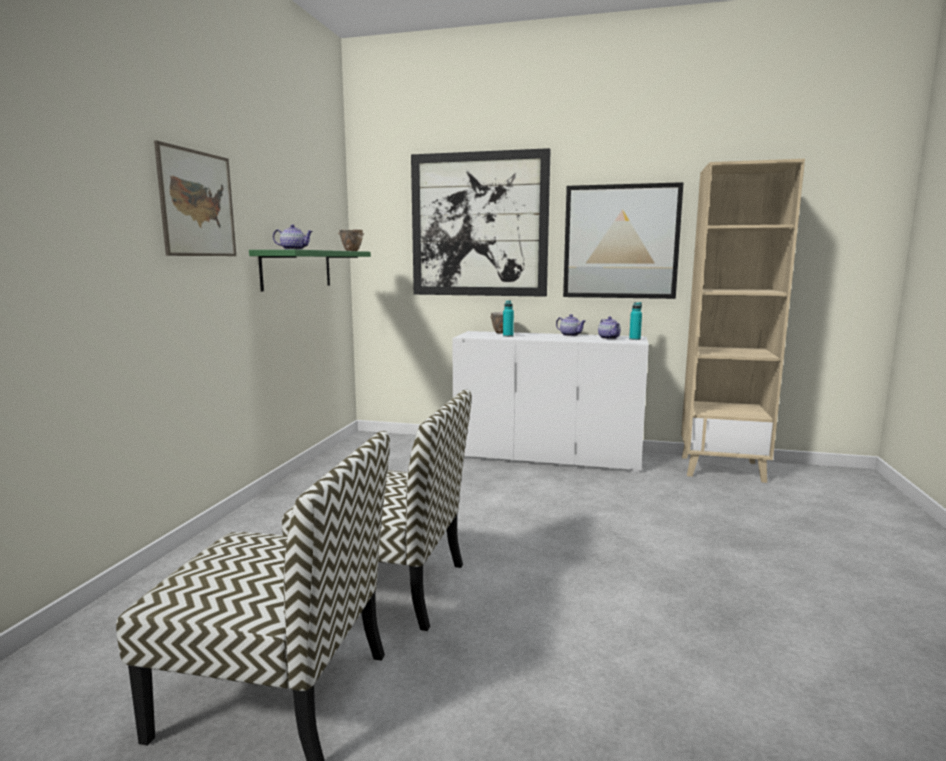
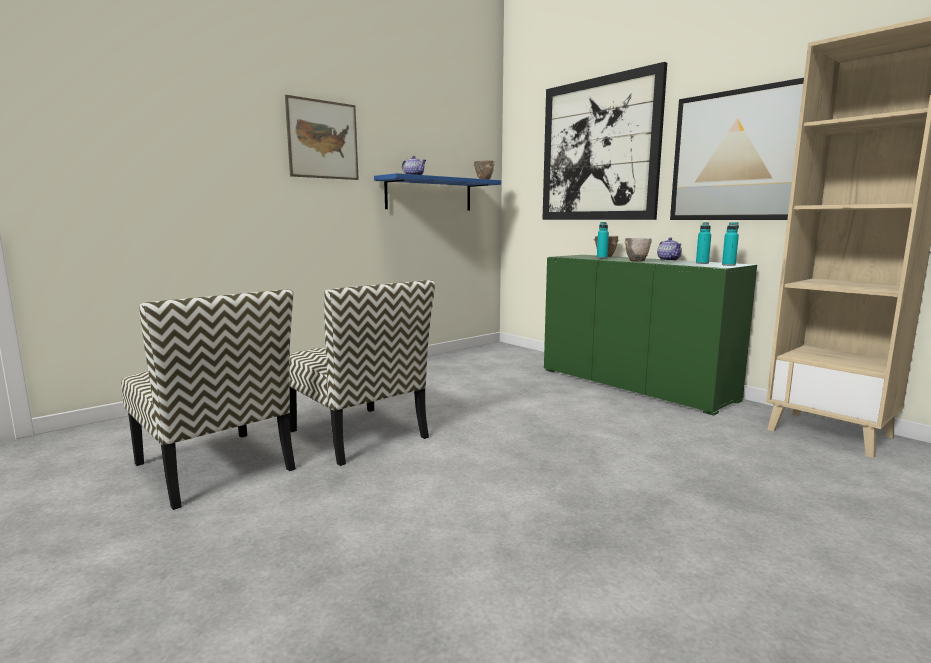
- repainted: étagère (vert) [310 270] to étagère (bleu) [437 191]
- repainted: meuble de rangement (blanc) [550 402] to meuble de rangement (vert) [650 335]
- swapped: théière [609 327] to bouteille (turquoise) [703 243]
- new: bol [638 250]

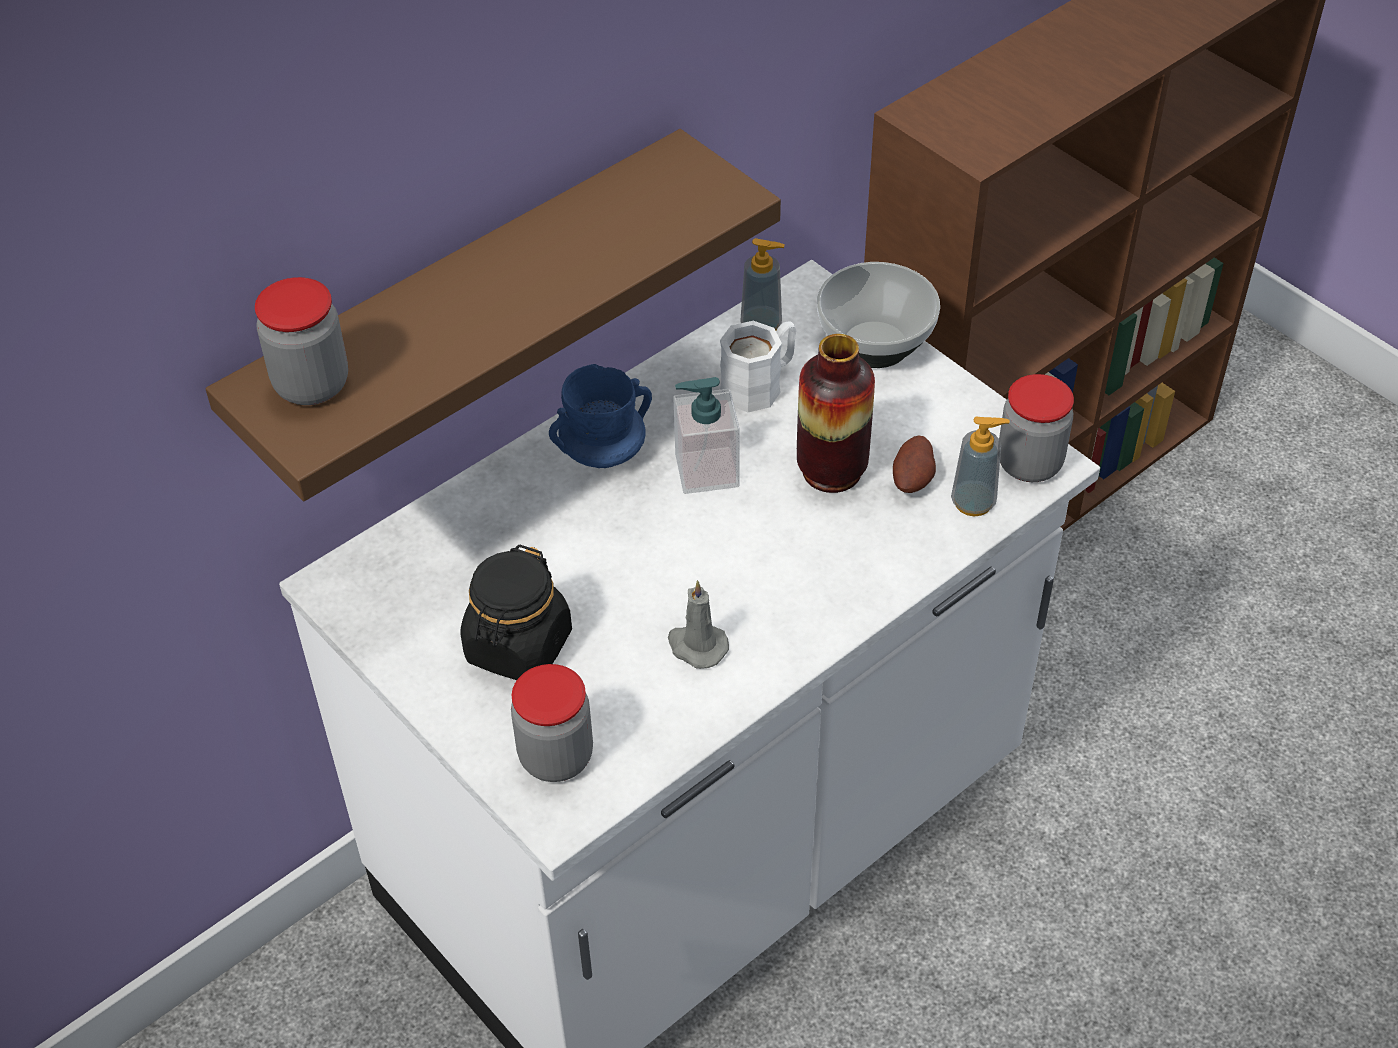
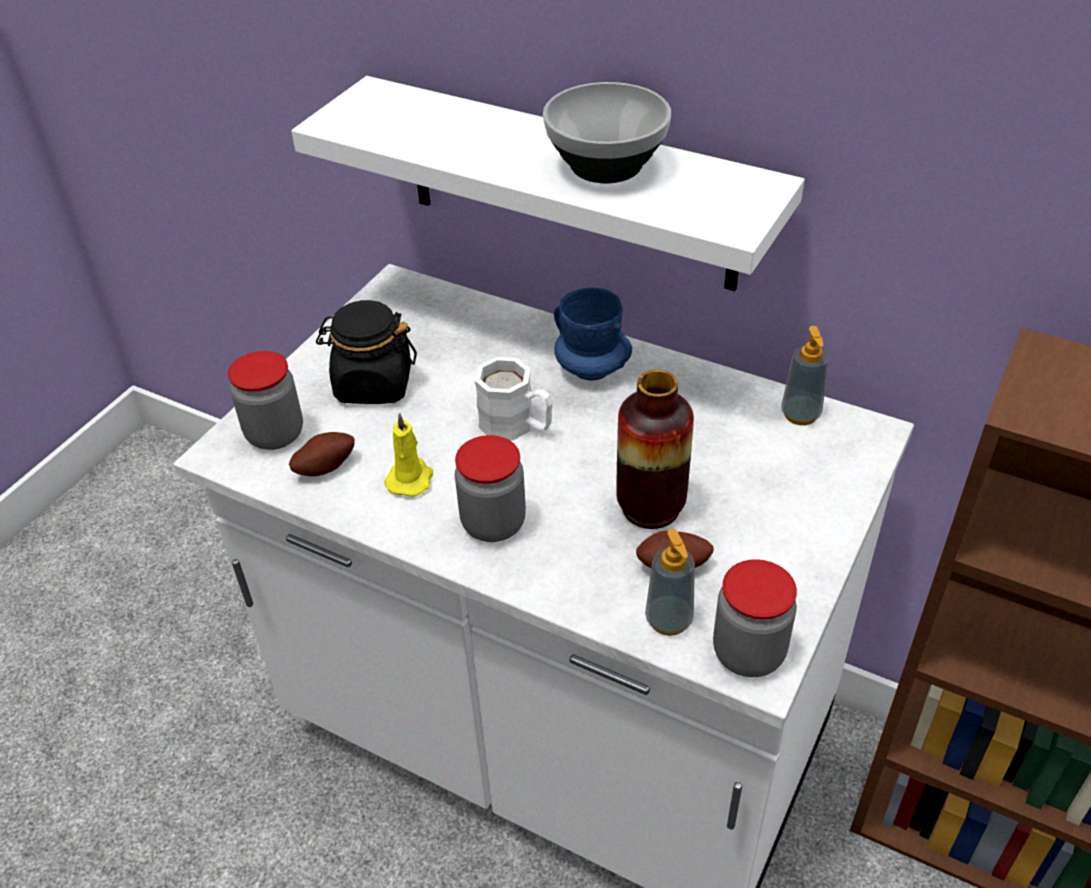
- repainted: étagère (marron) [493 315] to étagère (blanc) [547 183]
- shifted: bocal [301 341] to [490 488]
- repainted: bougie (gris) [698 624] to bougie (jaune) [408 454]
- gone: distributeur de savon [706 435]
- shifted: mug (blanc) [758 366] to [513 399]
- shifted: bol [878 315] to [607 132]
- new: pomme de terre [322 454]

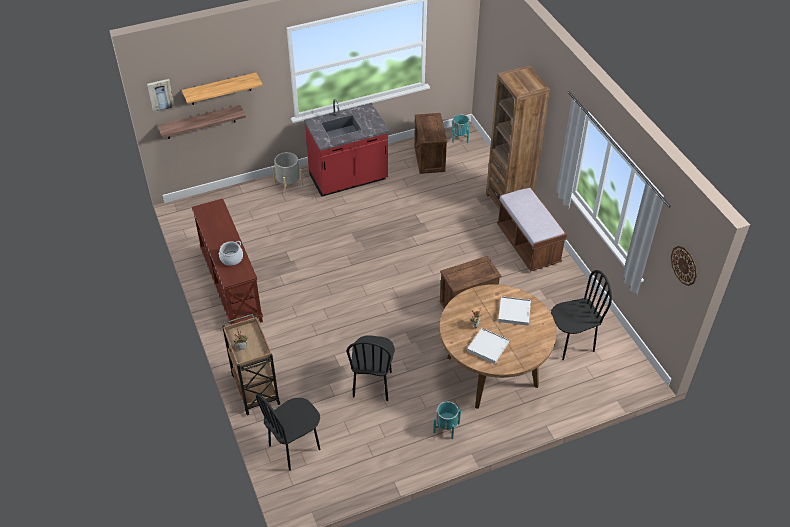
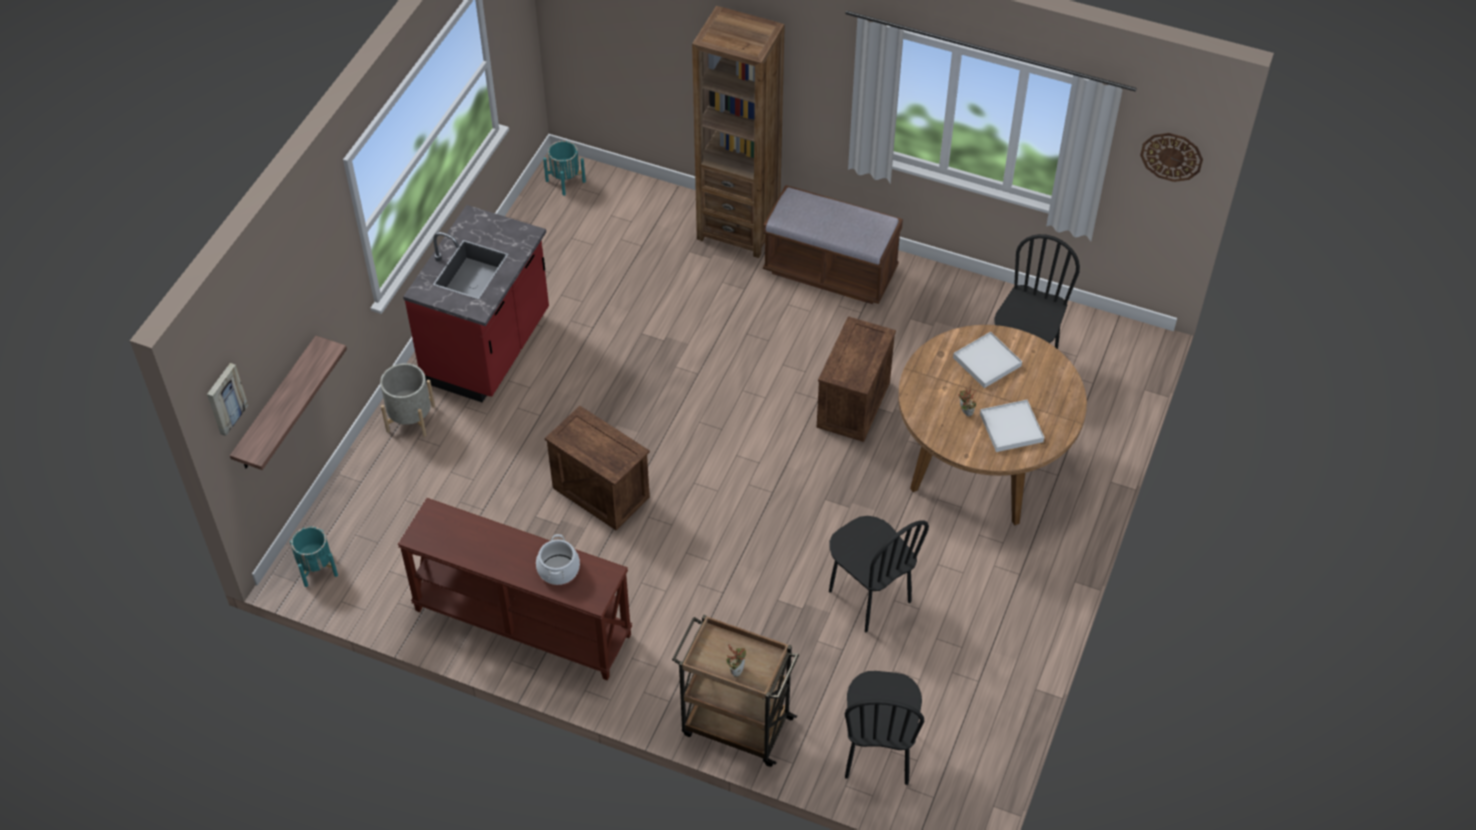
- gone: étagère [222 89]
- shifted: caisse [430 143] to [597 468]
- shifted: cache-pot (turquoise) [447 420] to [314 557]

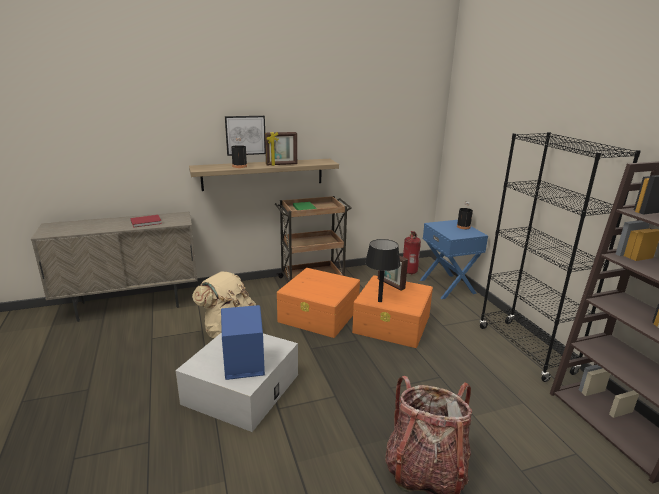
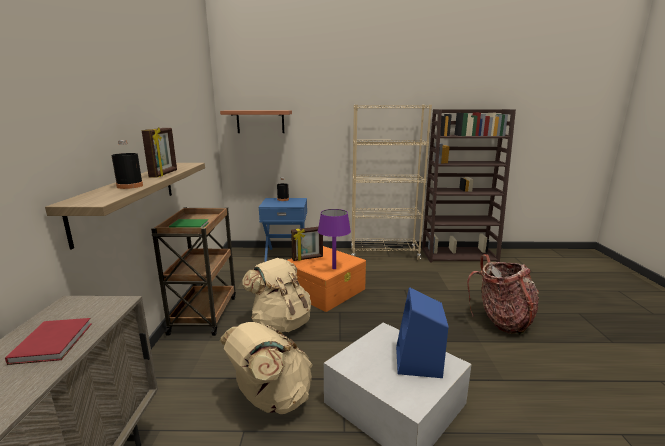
- gone: tableau [245 136]
- swapped: boîte de rangement (orange) [318 303] to sac à dos (beige) [276 295]
- repainted: lampe de table (noir) [382 270] to lampe de table (violet) [334 239]
- gone: extincteur [412 252]
- repainted: bibliothèque (noir) [560 257] to bibliothèque (beige) [391 182]
- new: étagère [256 121]

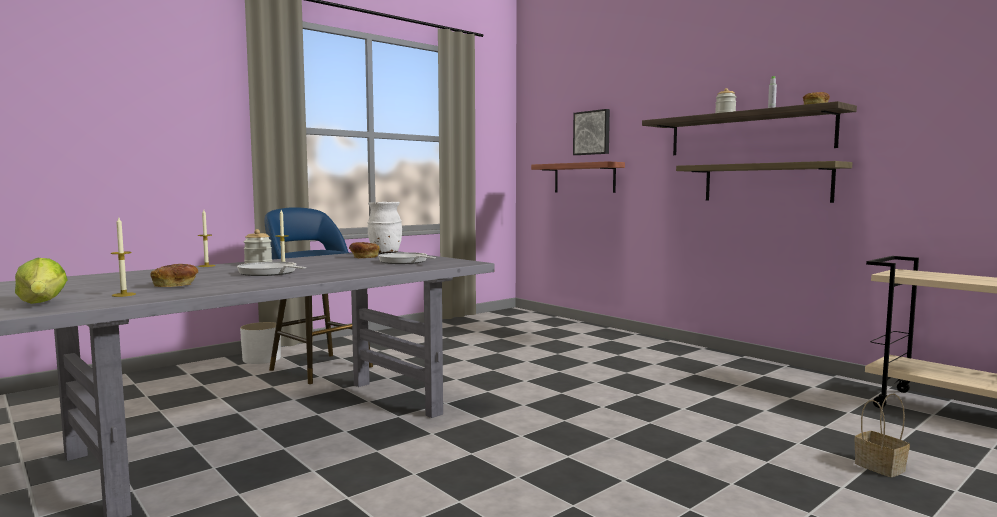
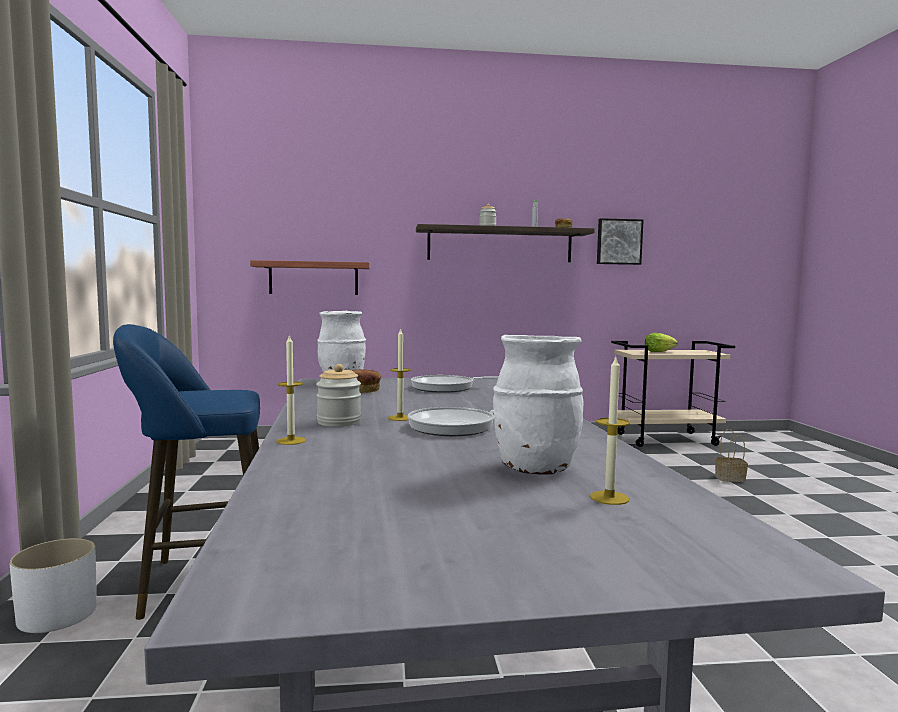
- shifted: laitue [41 281] to [661 342]
- swapped: pain [174 275] to vase (blanc) [538 405]
- shifted: tableau [591 132] to [620 241]
- gone: étagère [764 182]

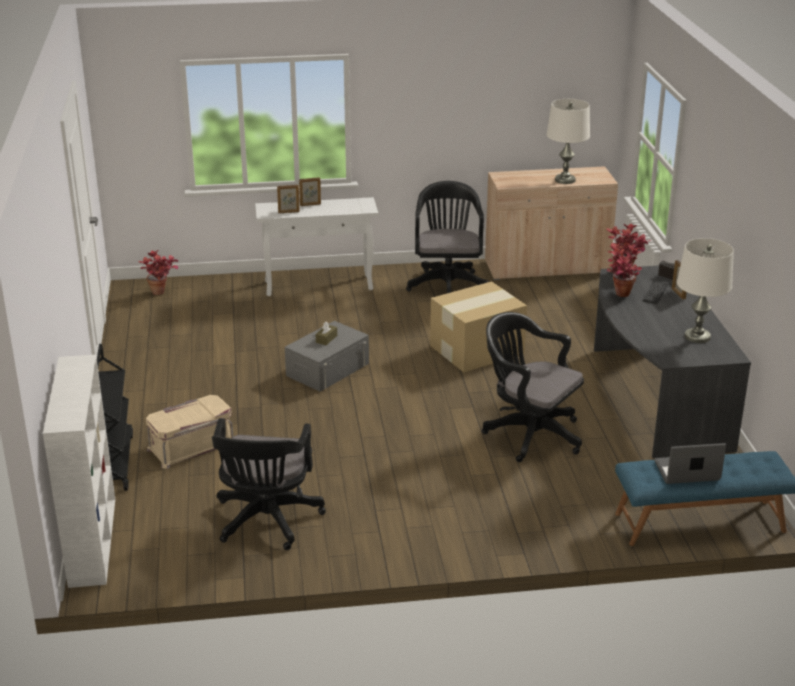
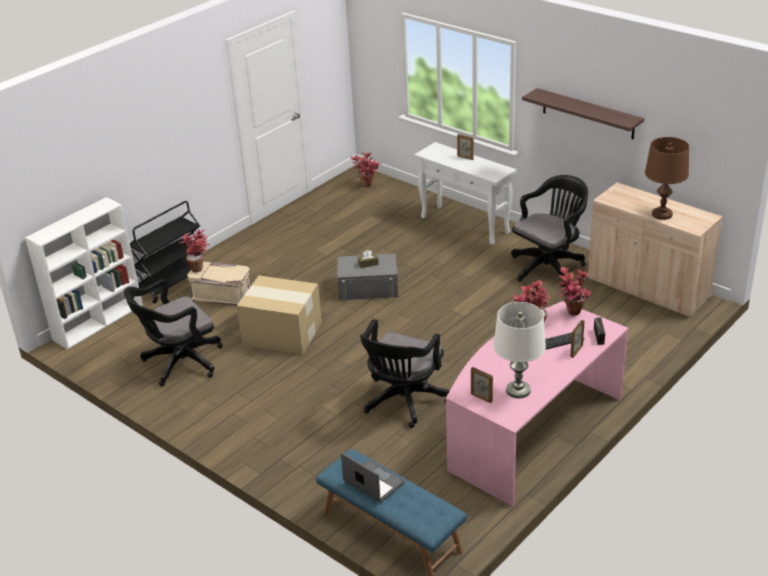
- shifted: cadre photo [288 199] to [482 385]
- shifted: carton [478 326] to [279 315]
- rotated: chaise de bureau (noir) [533 387] = [404 373] 150 degrees counterclockwise
- repainted: lampe de table (blanc) [568 141] to lampe de table (marron) [667 178]
- repainted: bureau (gris) [672 361] to bureau (rose) [537 403]
- new: plante en pot [194 250]
- new: étagère [583 113]

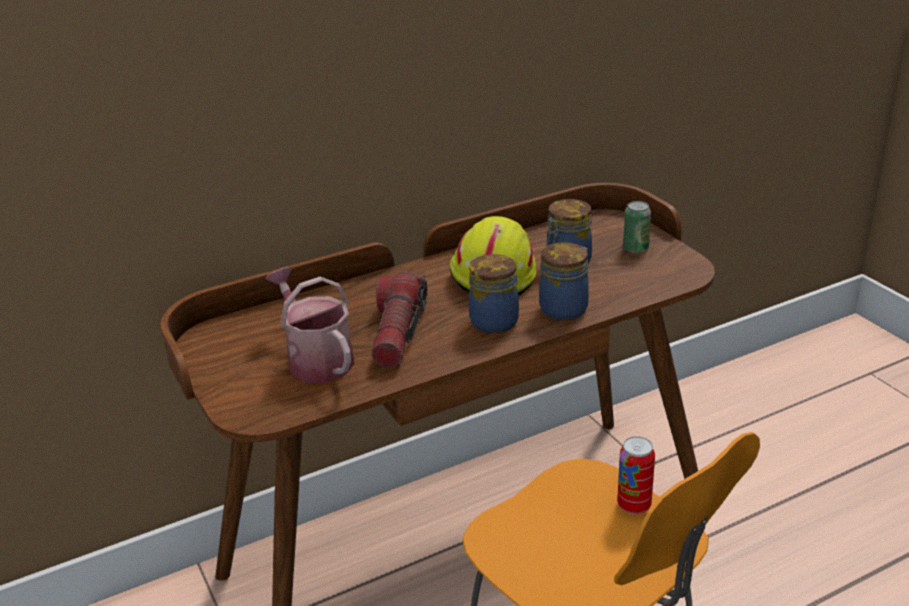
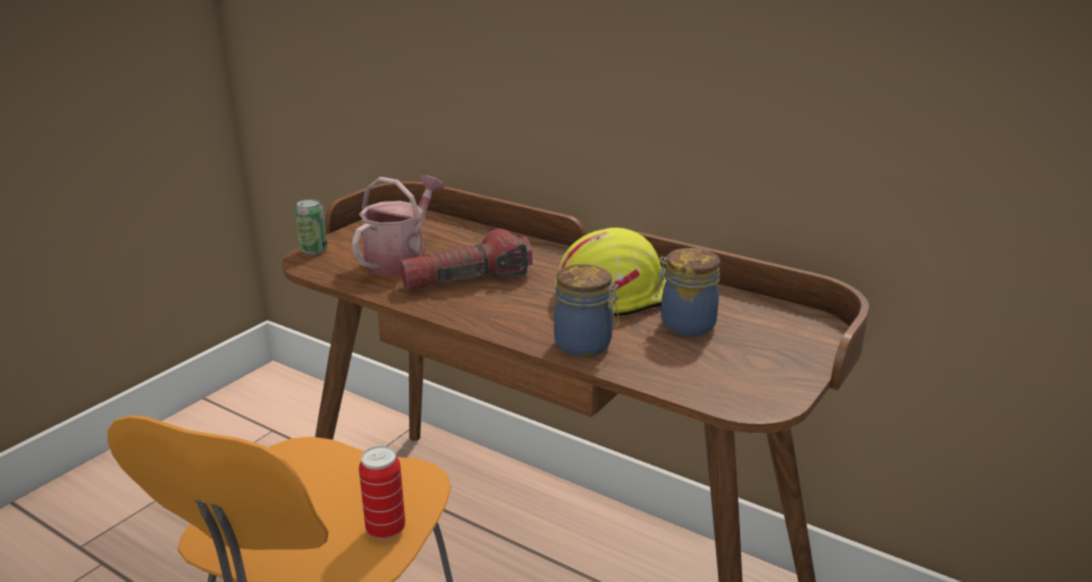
- gone: bocal [494 293]
- shifted: boîte métallique [637 227] to [311 227]

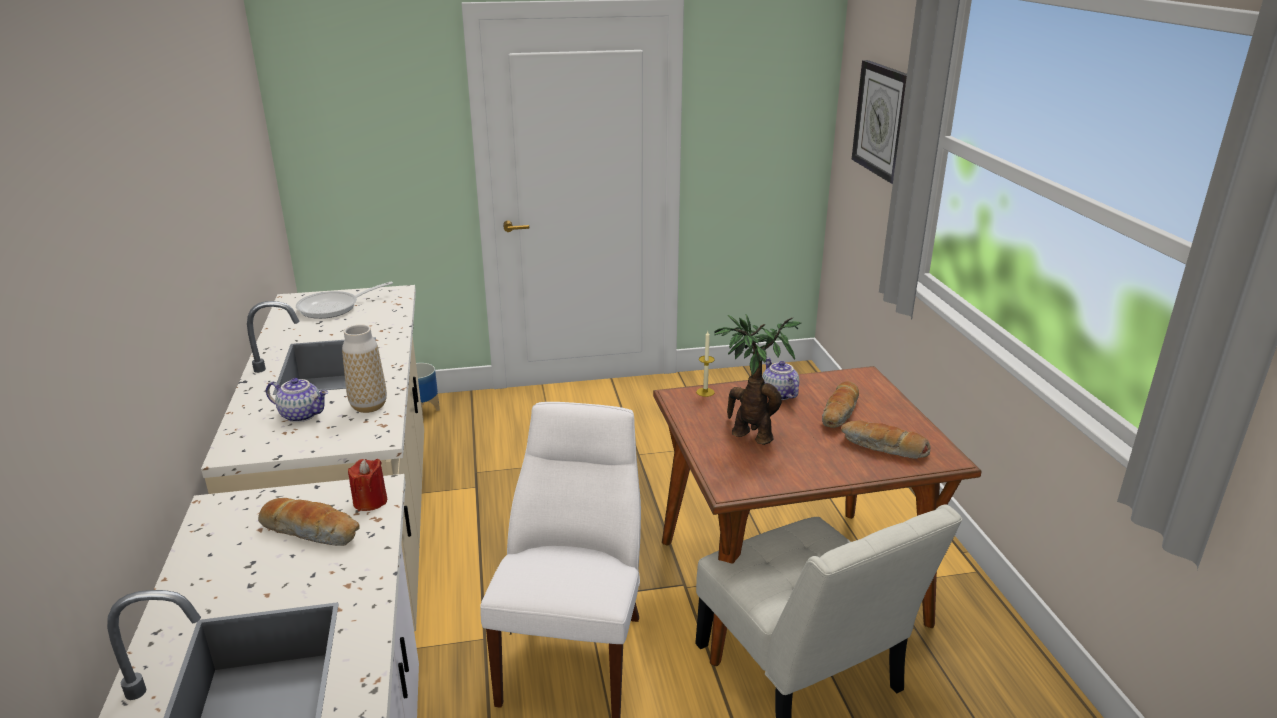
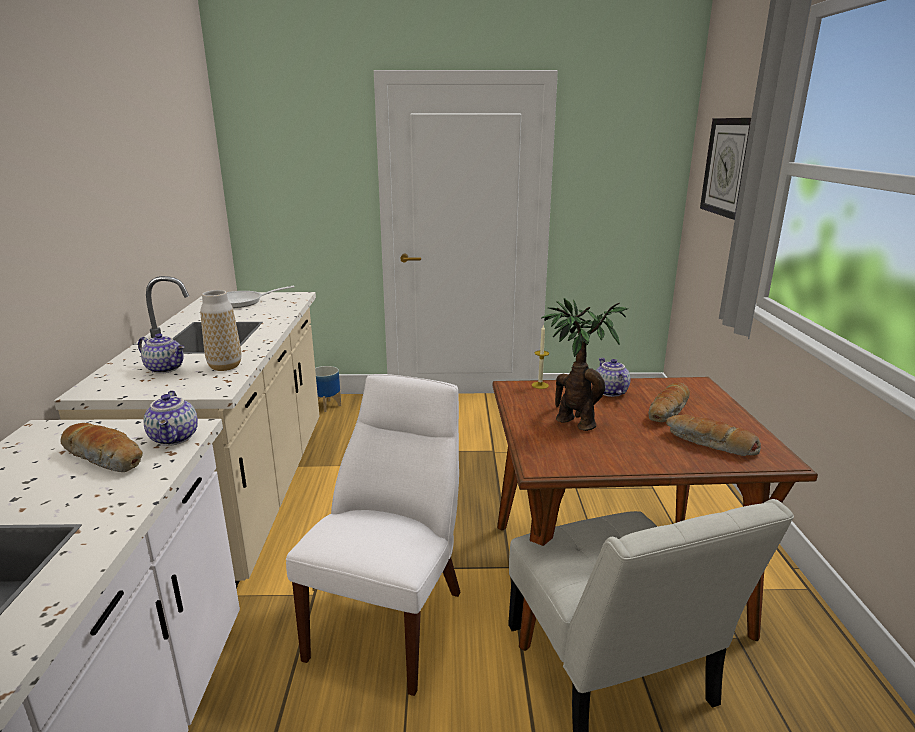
- swapped: bougie (rouge) [367 485] to théière [170 418]

